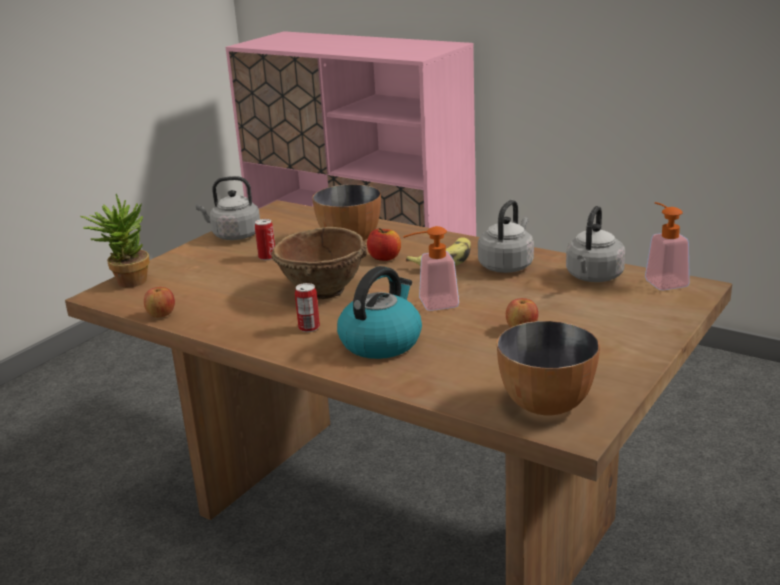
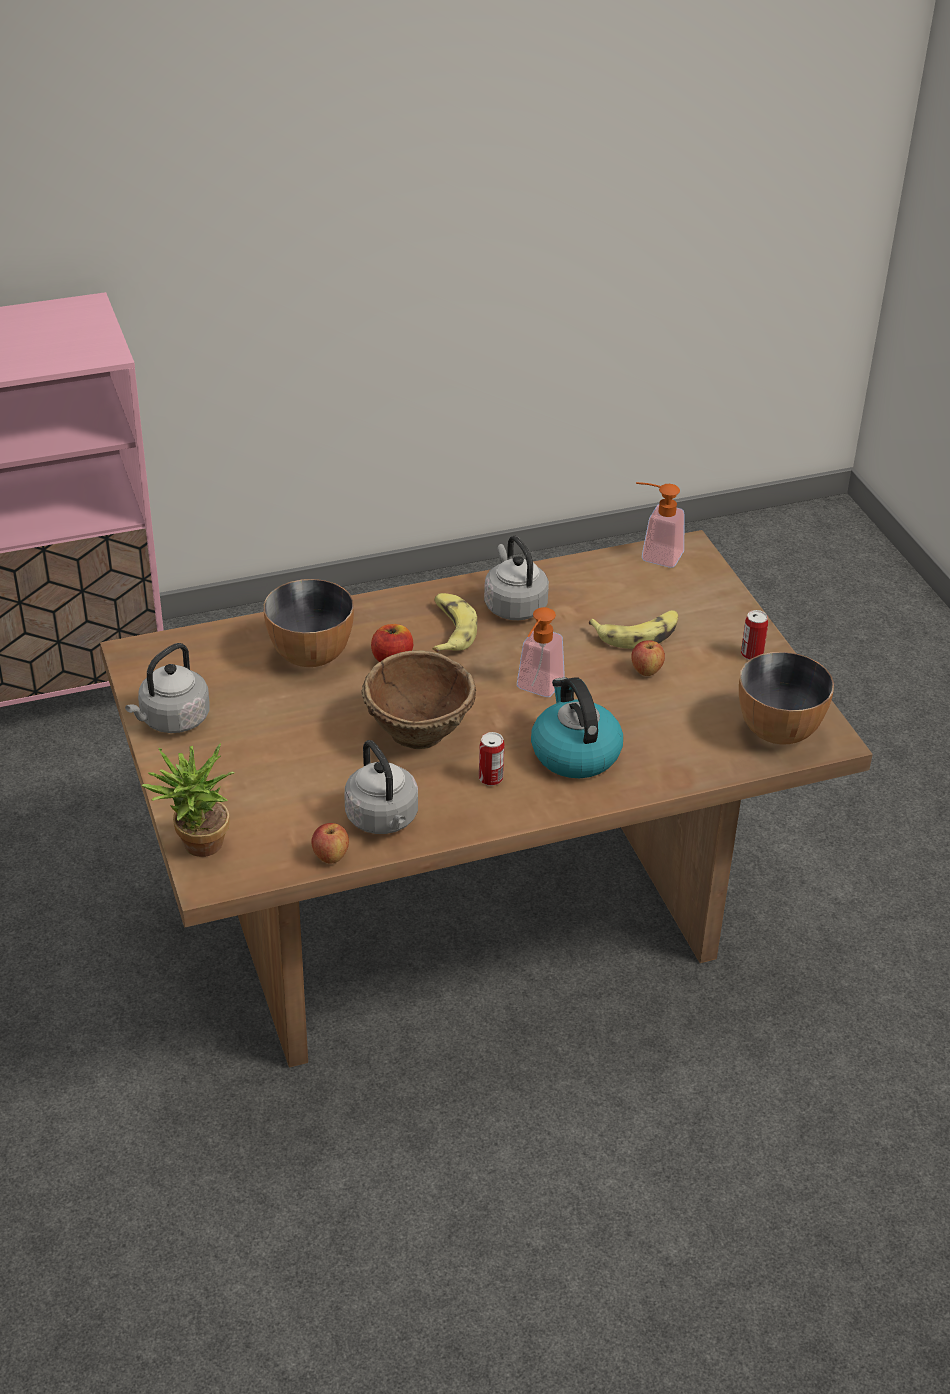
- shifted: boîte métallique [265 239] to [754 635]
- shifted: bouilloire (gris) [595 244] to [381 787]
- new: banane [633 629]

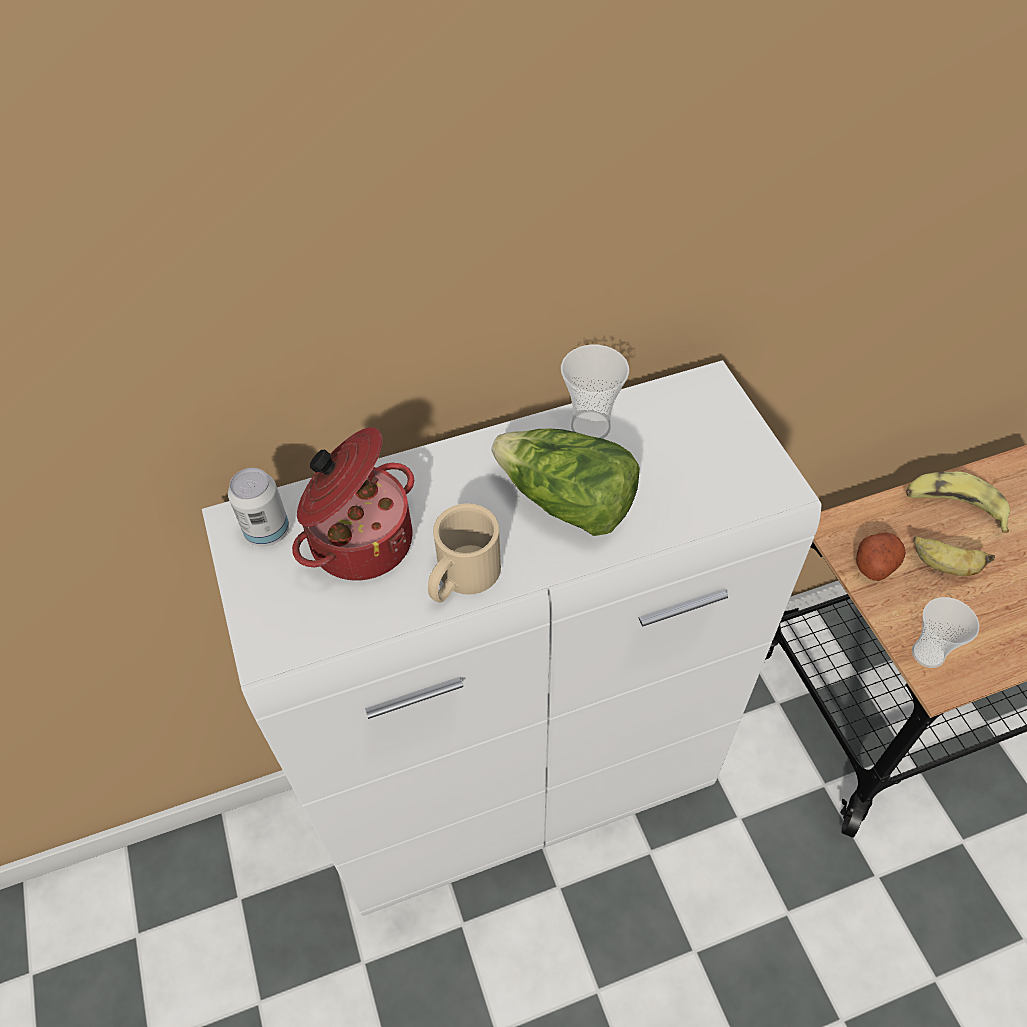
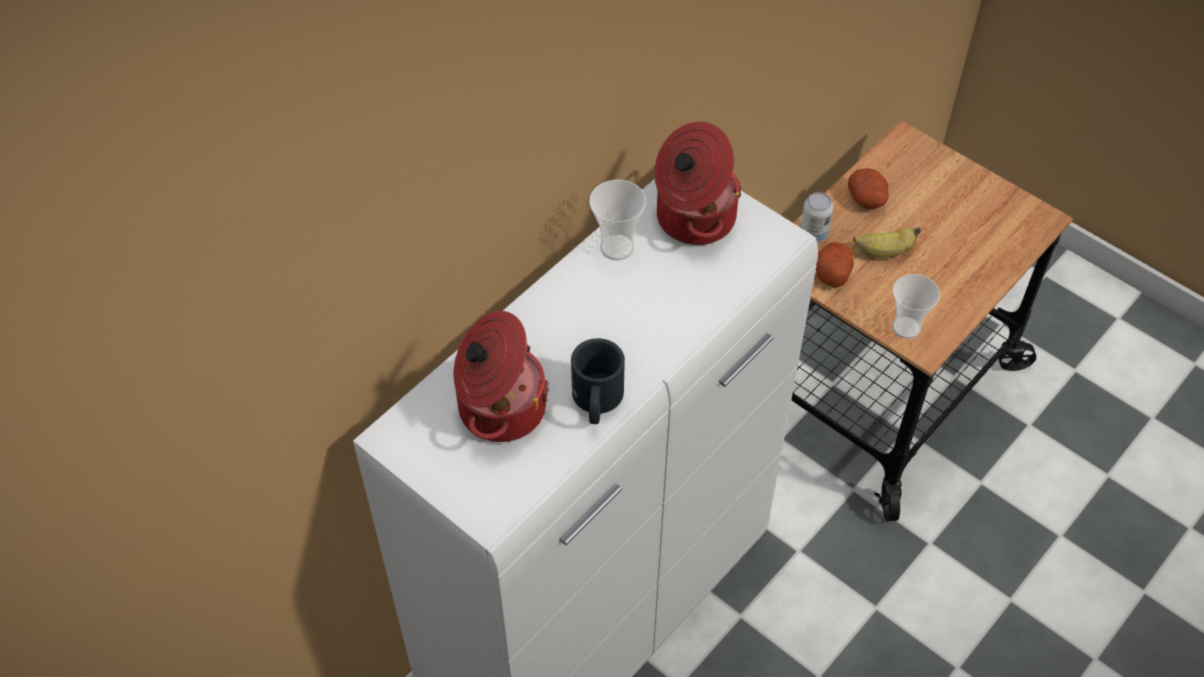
- shifted: boîte métallique [258 507] to [816 217]
- repainted: mug (beige) [464 552] to mug (noir) [598 381]
- gone: laitue [565 482]
- swapped: banane [958 502] to pomme de terre [868 188]
- new: marmite [698 183]

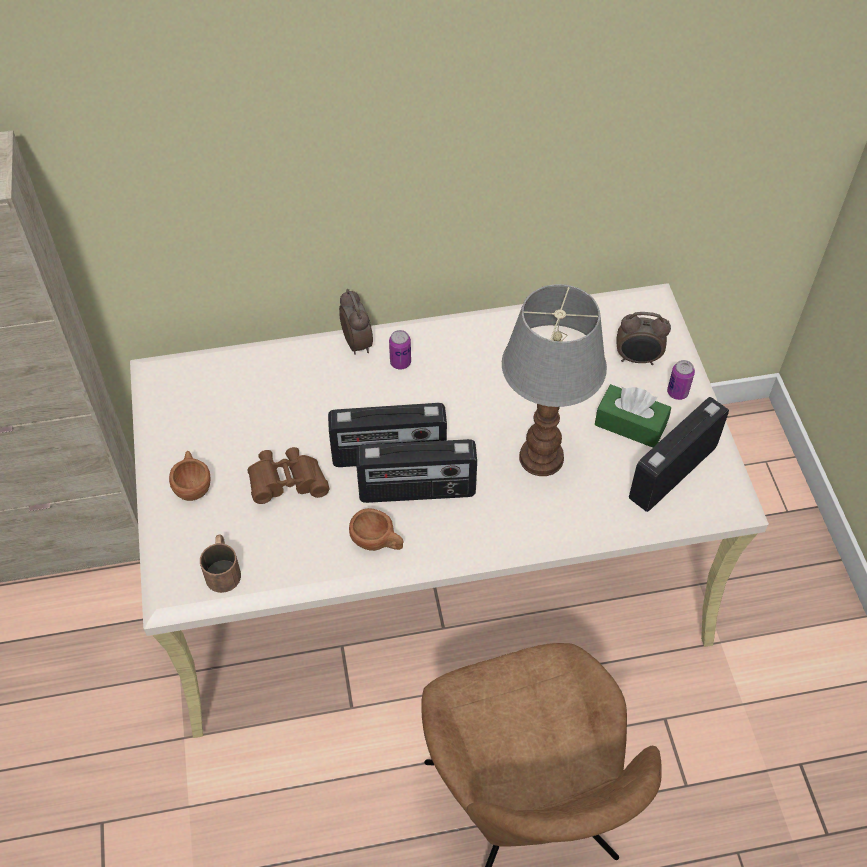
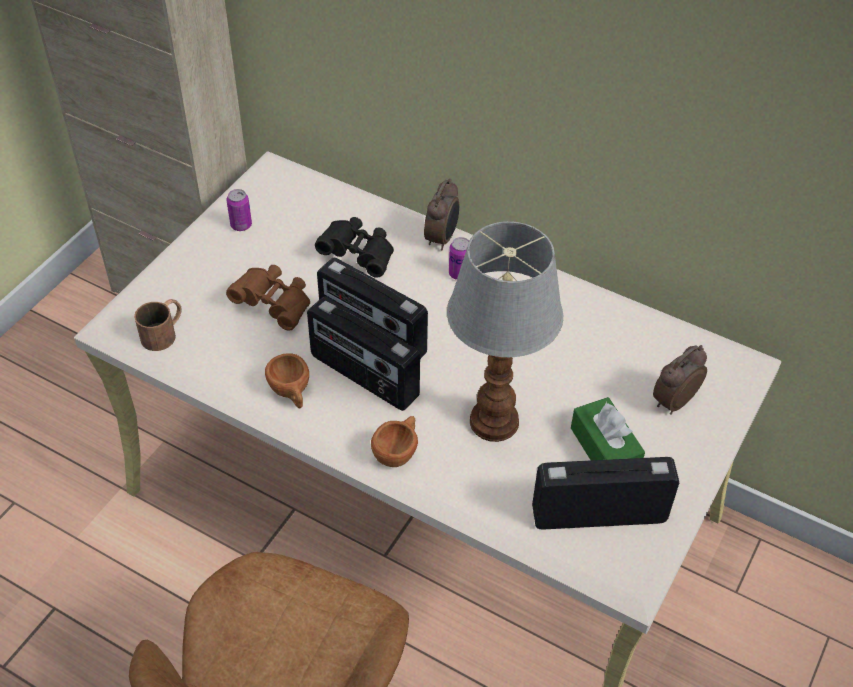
- shifted: tasse (marron) [189 476] to [394 441]
- rotated: réveil [643 338] = [680 380] 90 degrees clockwise
- shifted: boîte métallique [681 380] to [239 210]
- new: jumelles (noir) [354 247]

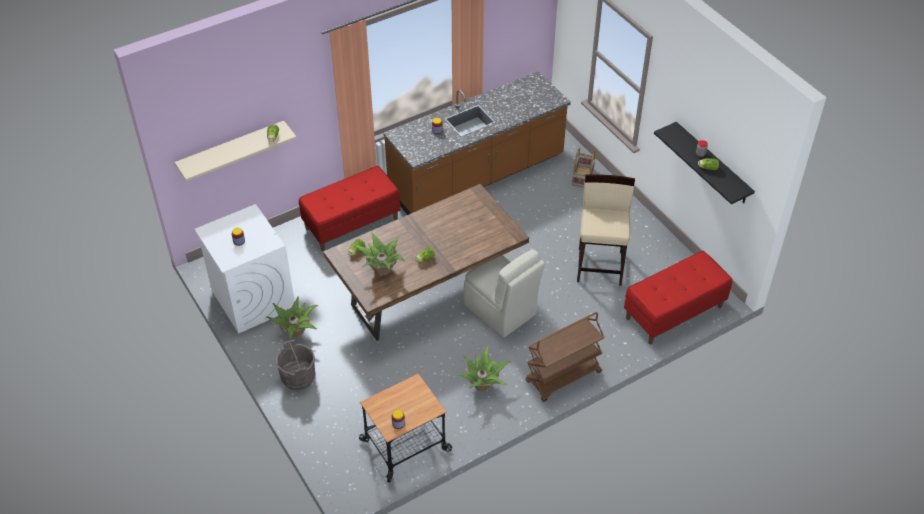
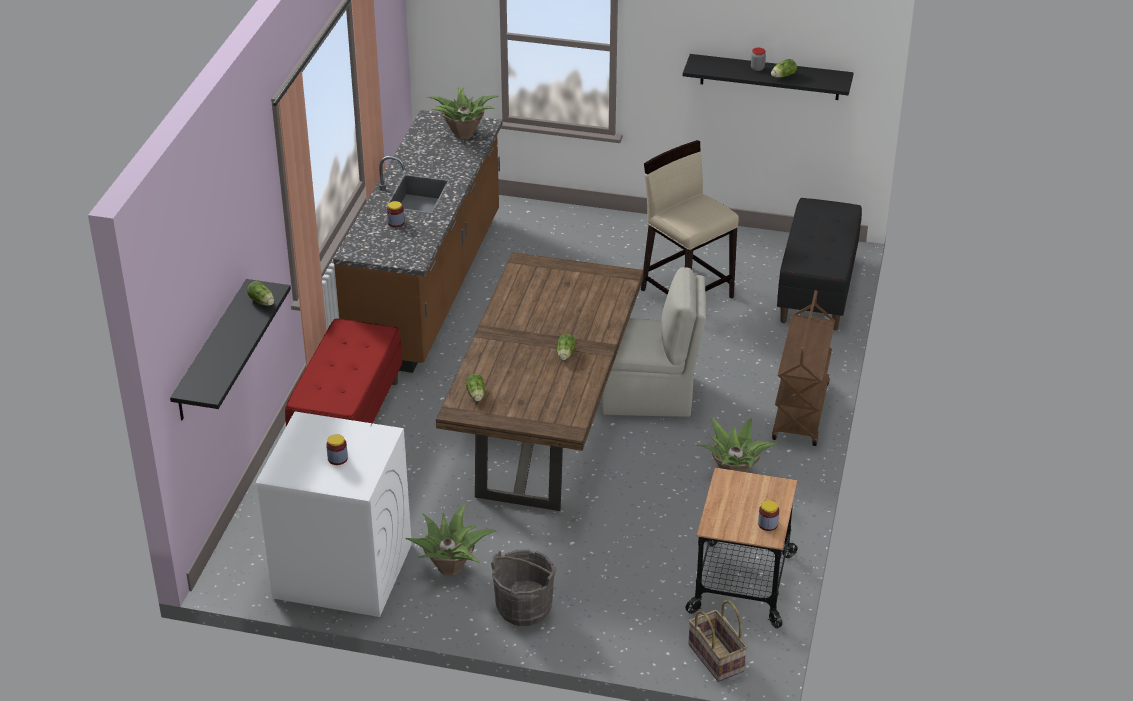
- repainted: étagère (beige) [236 151] to étagère (noir) [230 349]
- shifted: plante en pot [379 253] to [463 113]
- shifted: panier [584 168] to [717 641]
- repainted: banc (rouge) [678 297] to banc (noir) [819 264]

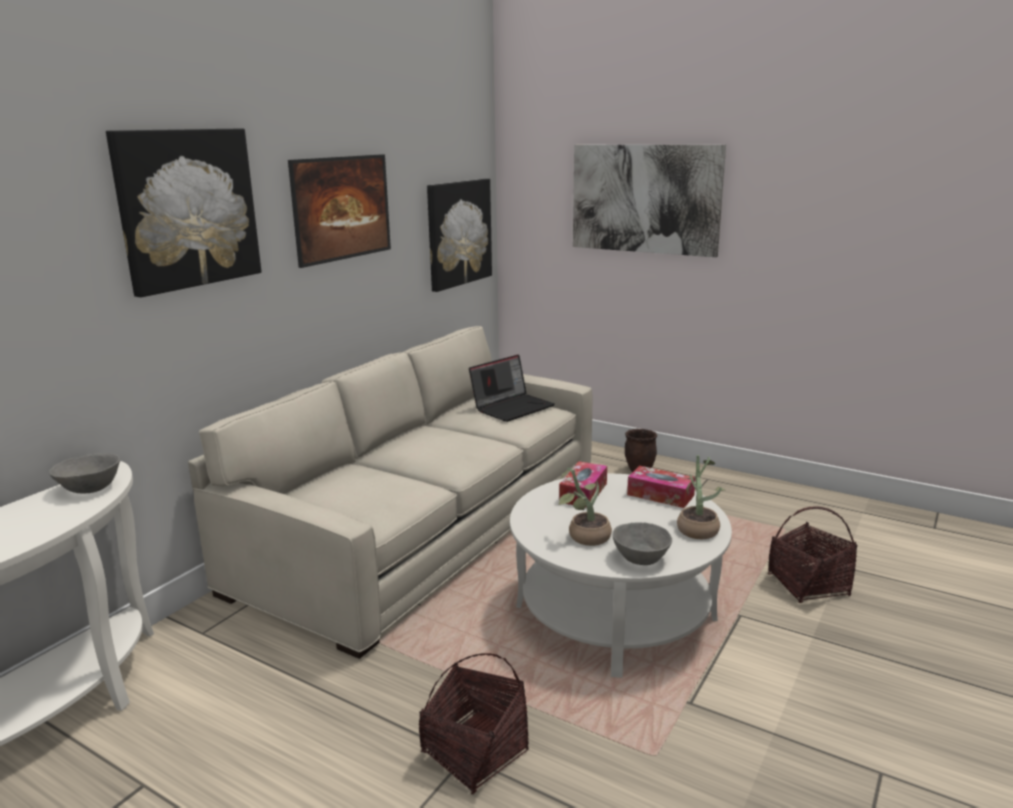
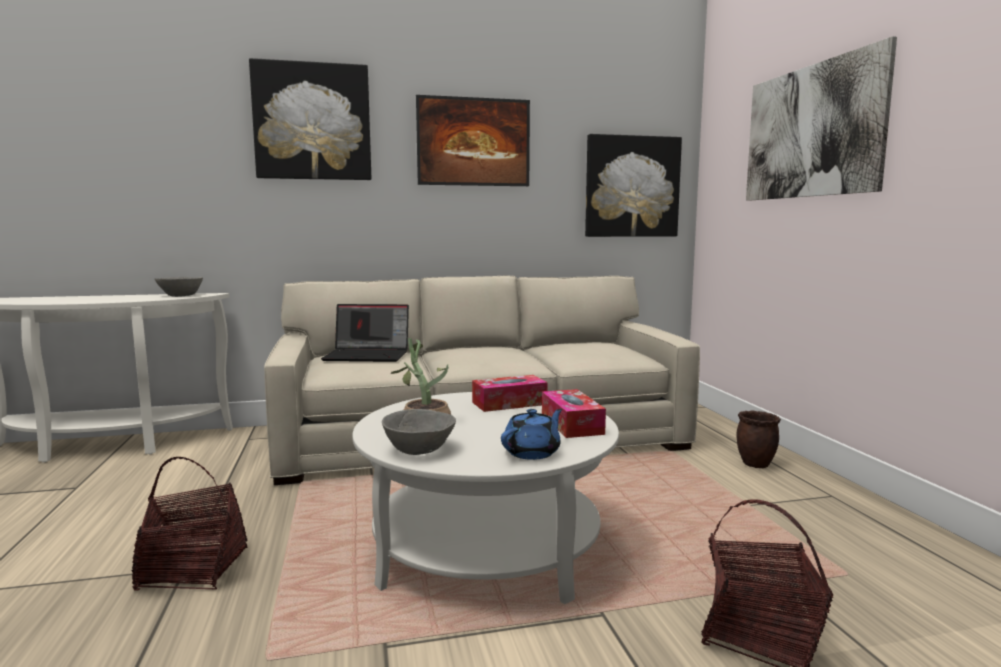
- shifted: ordinateur portable [512 388] to [365 333]
- swapped: plante en pot [701 497] to théière (bleu) [532 434]

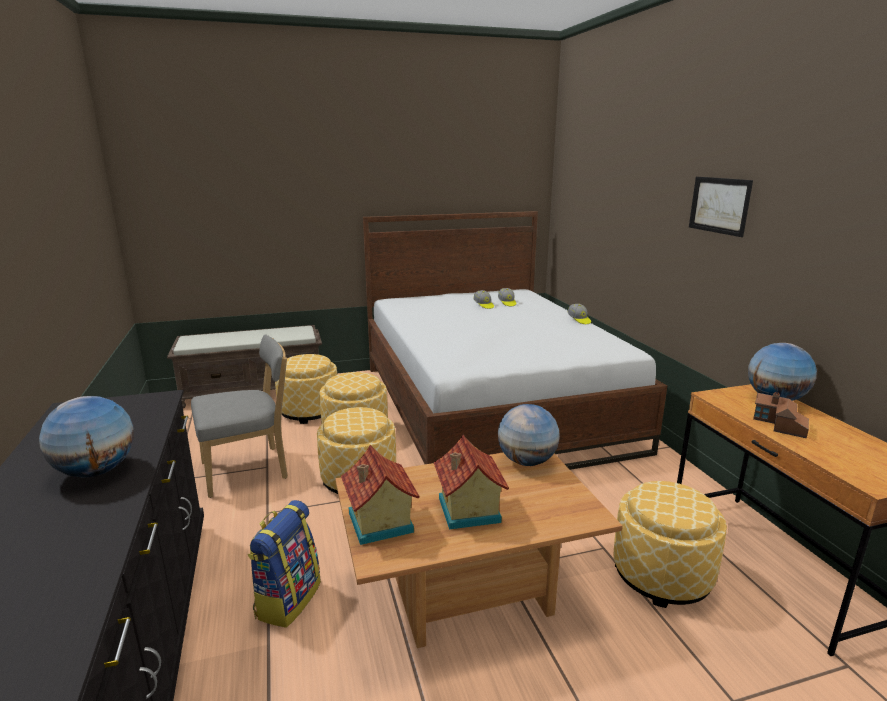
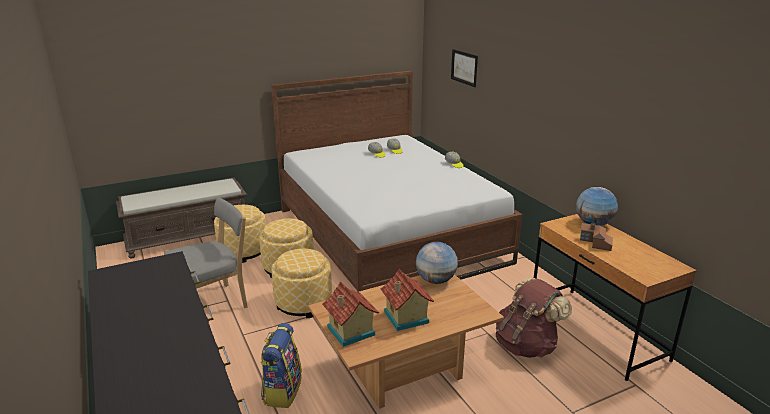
- gone: globe [86 436]
- swapped: pouf [670 544] to sac à dos (marron) [534 318]
- shifted: tableau [721 207] to [464 68]

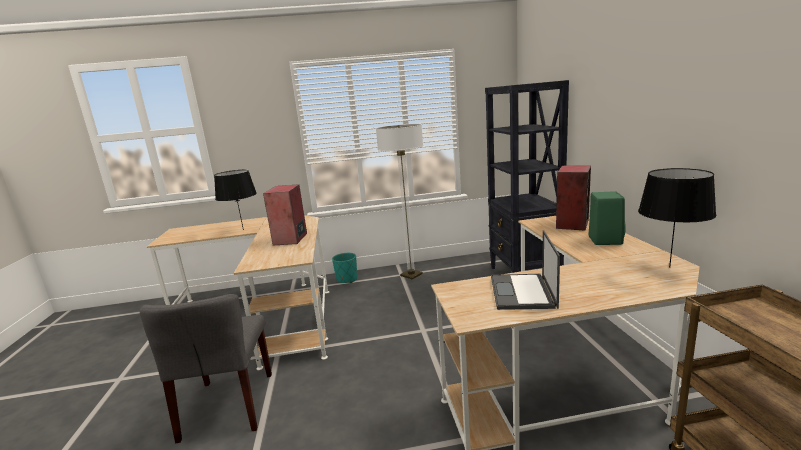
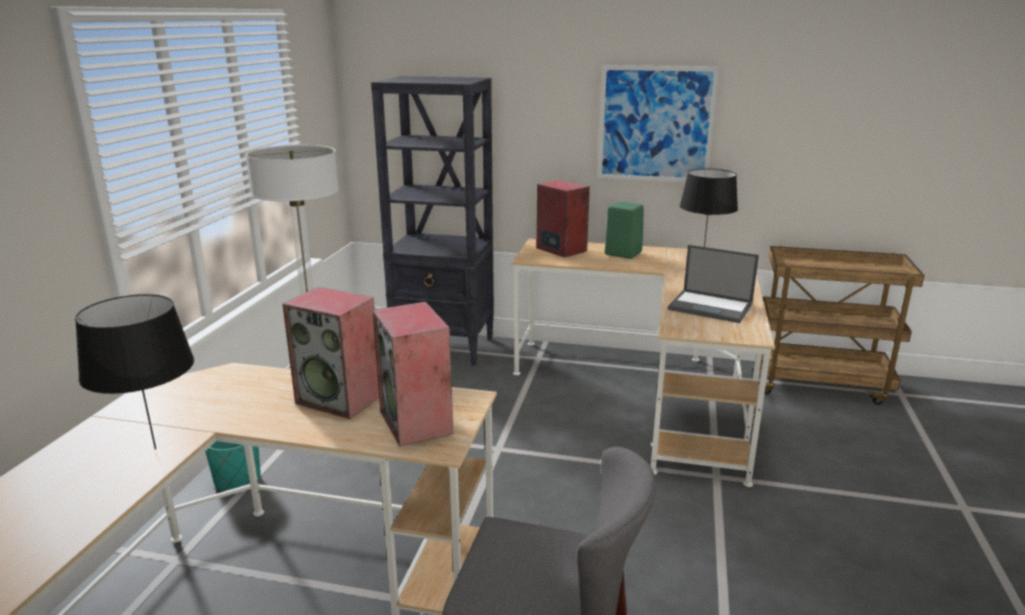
- new: enceinte [412 374]
- new: tableau [658 123]

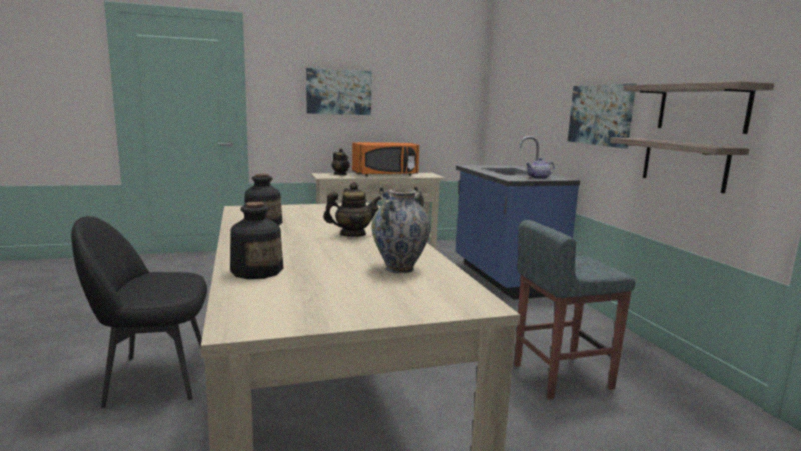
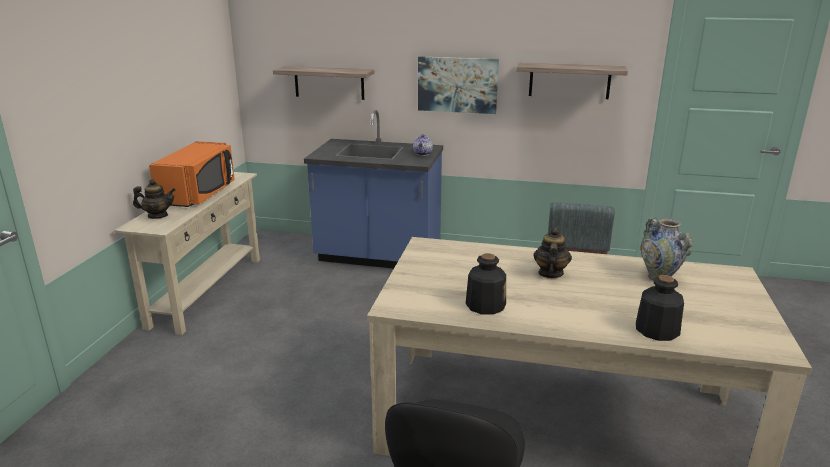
- gone: tableau [339 91]
- shifted: étagère [679 165] to [324 83]

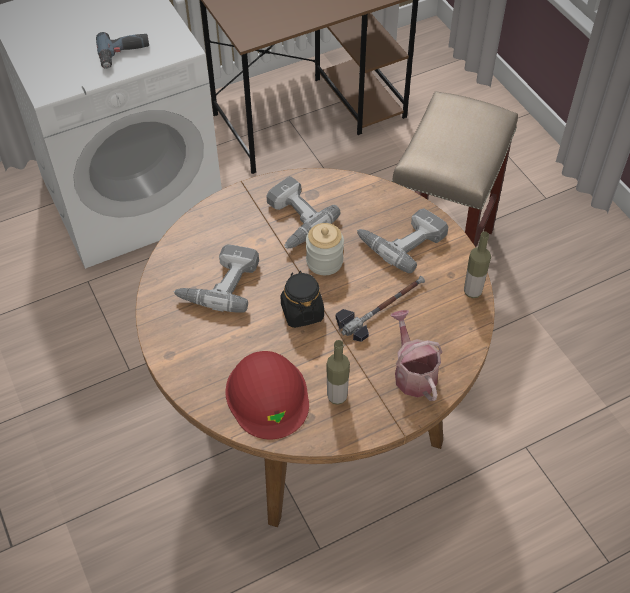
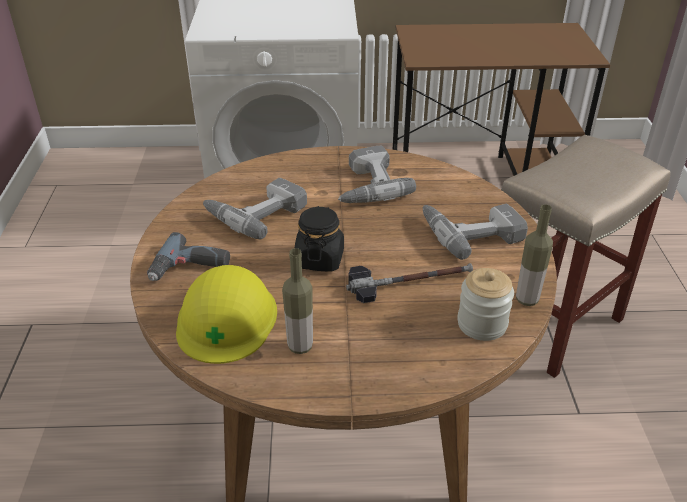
- shifted: perceuse [122 50] to [188 256]
- repainted: casque de chantier (rouge) [267 395] to casque de chantier (jaune) [226 314]
- shifted: bocal [325 249] to [485 304]
- gone: arrosoir [416 355]

